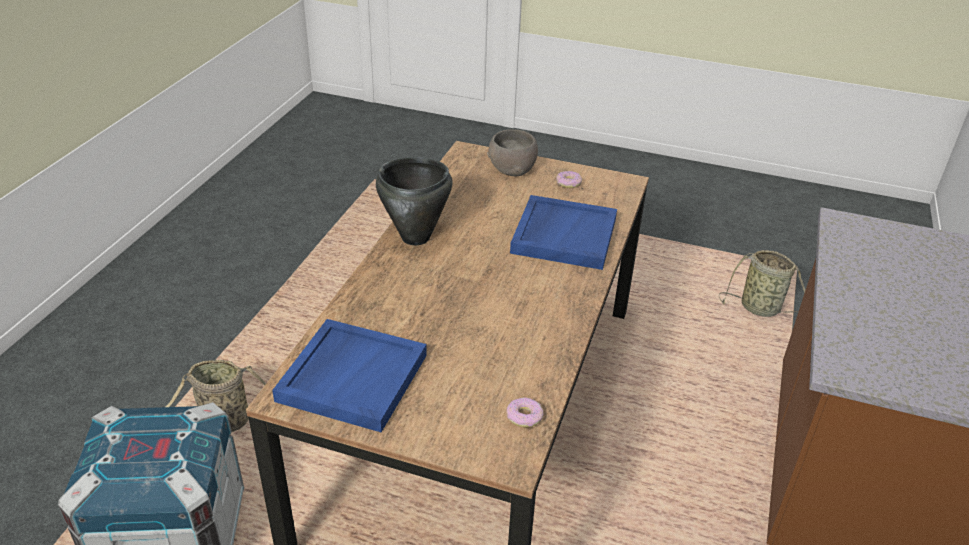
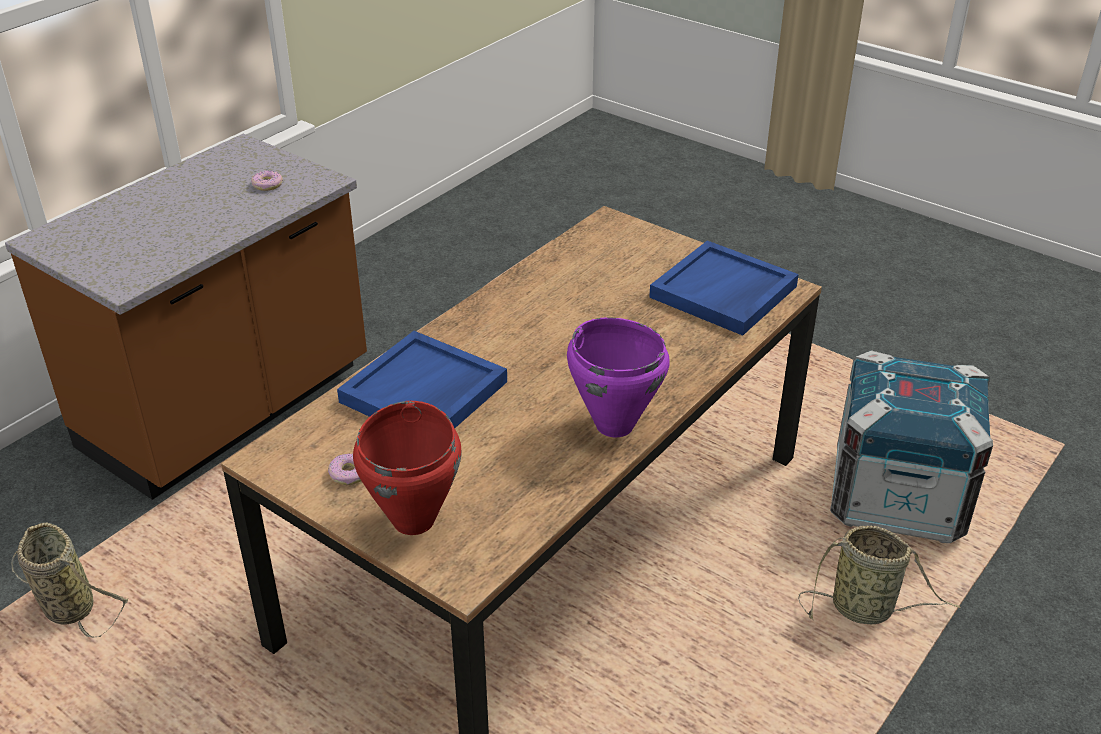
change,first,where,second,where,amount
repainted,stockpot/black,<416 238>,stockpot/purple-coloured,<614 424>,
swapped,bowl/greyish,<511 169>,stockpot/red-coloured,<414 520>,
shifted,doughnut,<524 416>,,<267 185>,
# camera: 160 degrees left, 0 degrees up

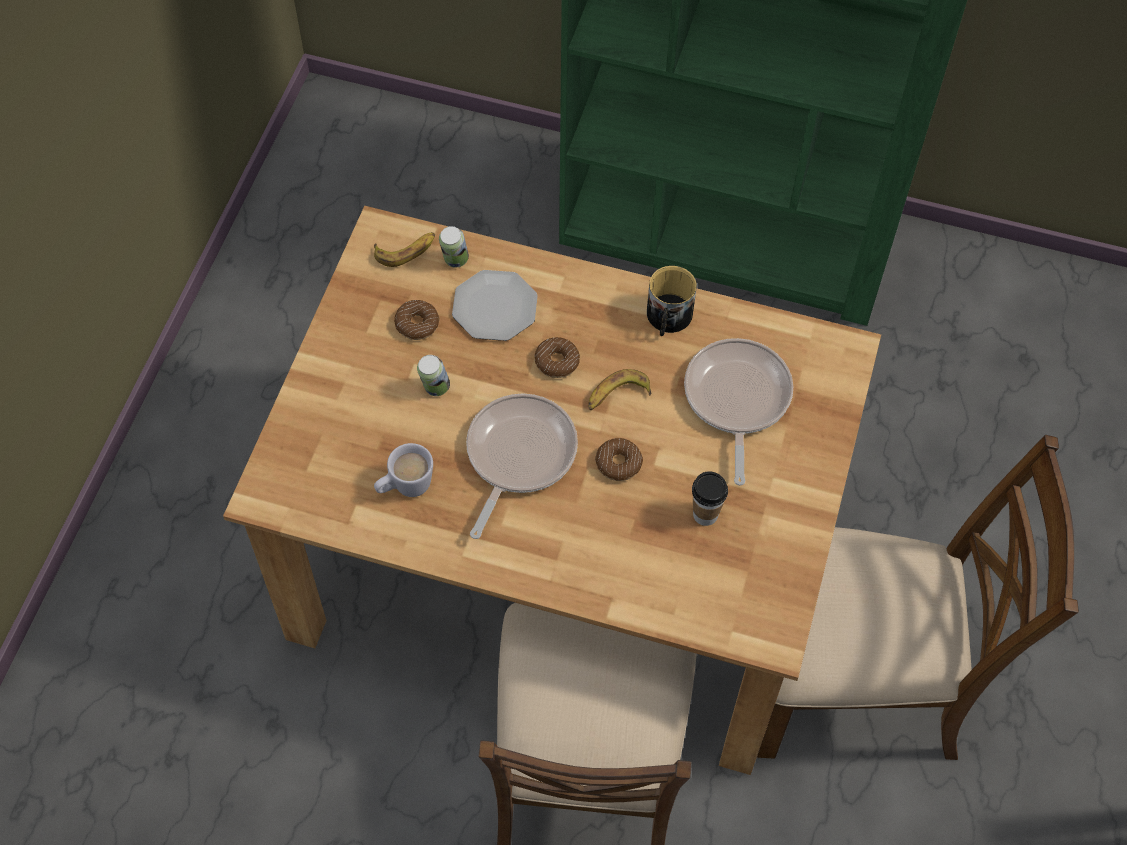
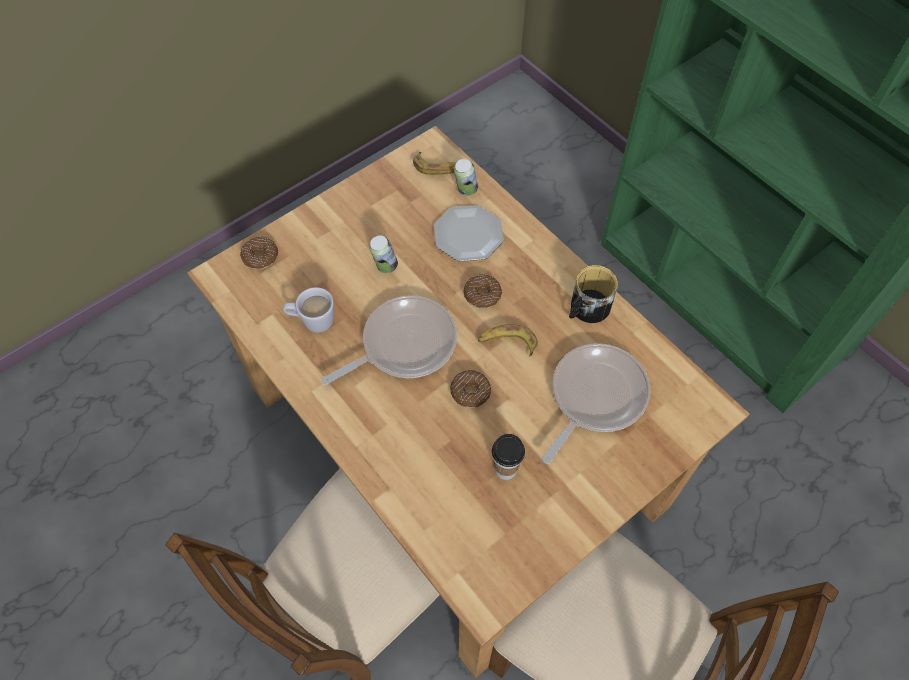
change,first,where,second,where,amount
shifted,doughnut,<417 324>,,<260 257>,
# camera: 35 degrees right, 0 degrees up

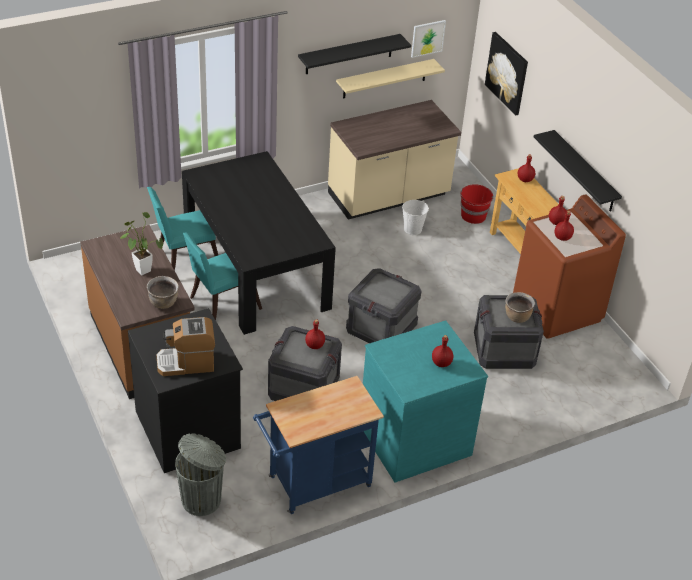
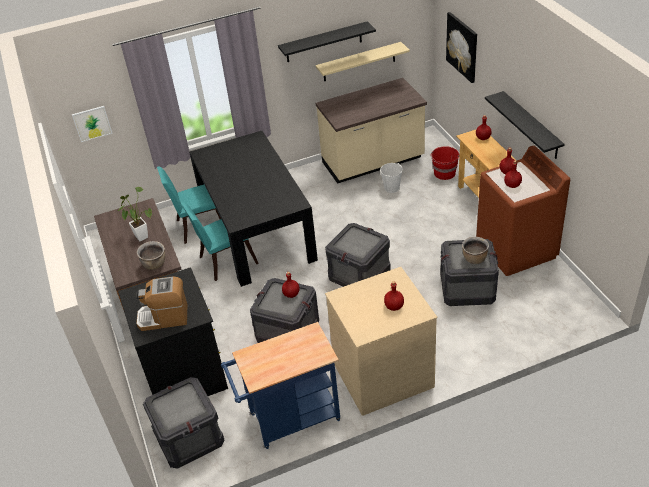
change,first,where,second,where,amount
swapped,rubbish bin/greyish,<202 499>,packing crate,<190 437>,
repainted,chest of drawers/blue-green,<414 439>,chest of drawers/beige,<382 374>,
shifted,wall picture,<427 38>,,<92 123>,
# camera: 10 degrees right, 0 degrees up

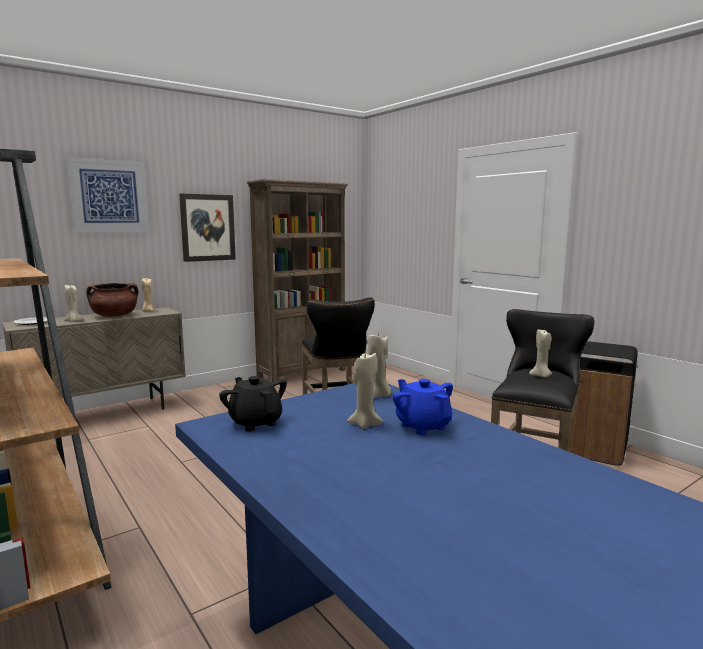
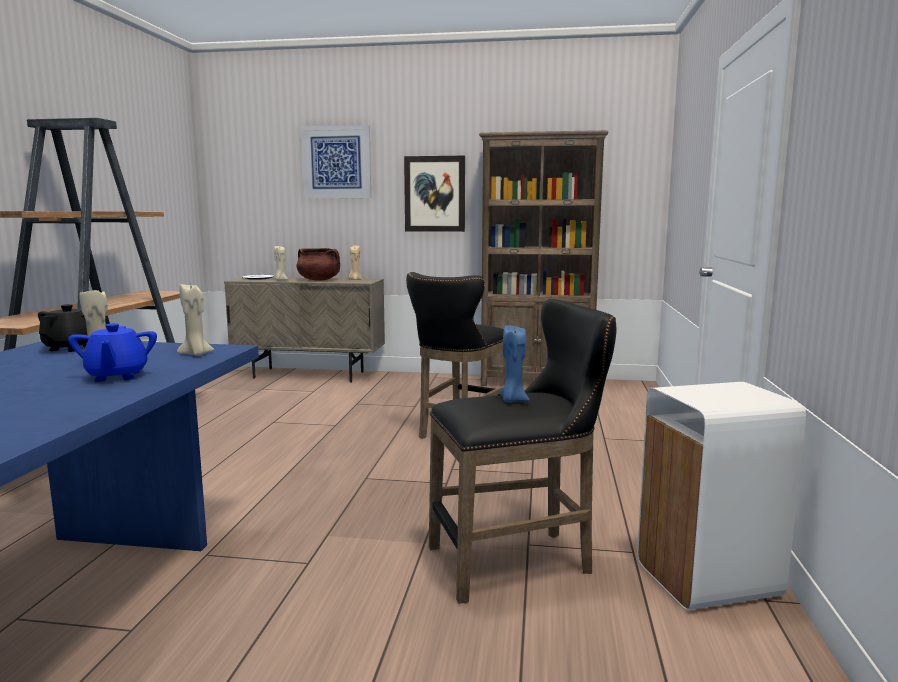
change,first,where,second,where,amount
rotated,pot for tea/blue-coloured,<423 426>,,<117 376>,150 degrees clockwise
repainted,candle/beige,<541 376>,candle/blue-coloured,<512 400>,
repainted,rubbish bin/black,<597 449>,rubbish bin/white-coloured,<708 580>,
# camera: 45 degrees right, 0 degrees up

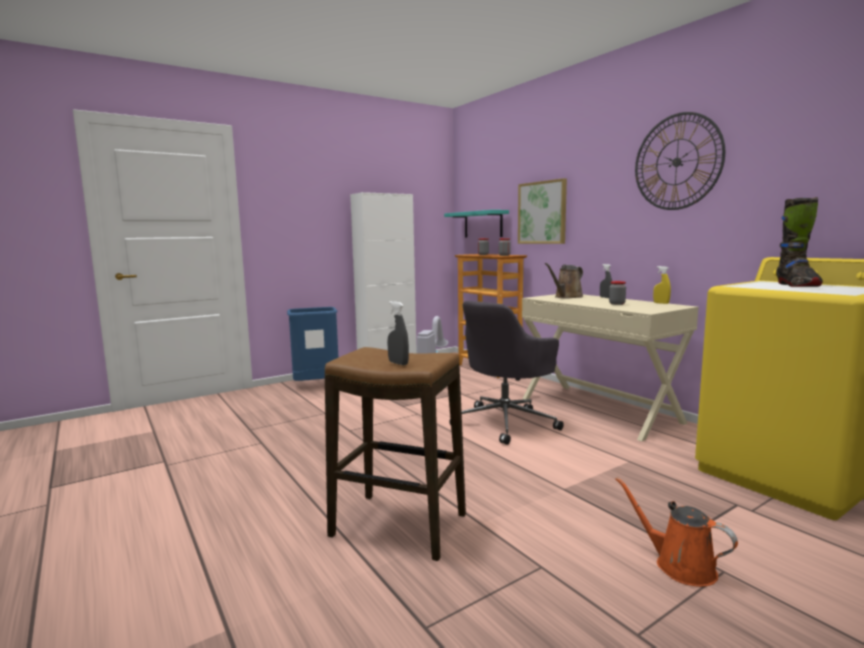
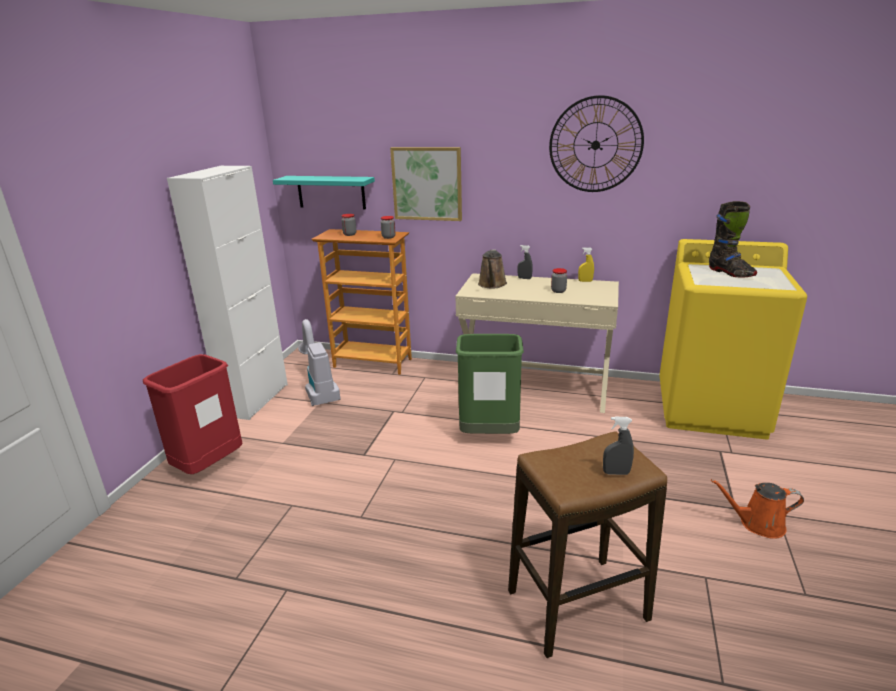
change,first,where,second,where,amount
repainted,rubbish bin/blue-coloured,<316 386>,rubbish bin/red-coloured,<209 466>,
swapped,computer chair/greyish,<506 423>,rubbish bin/greenish,<489 435>,
# camera: 40 degrees left, 15 degrees up

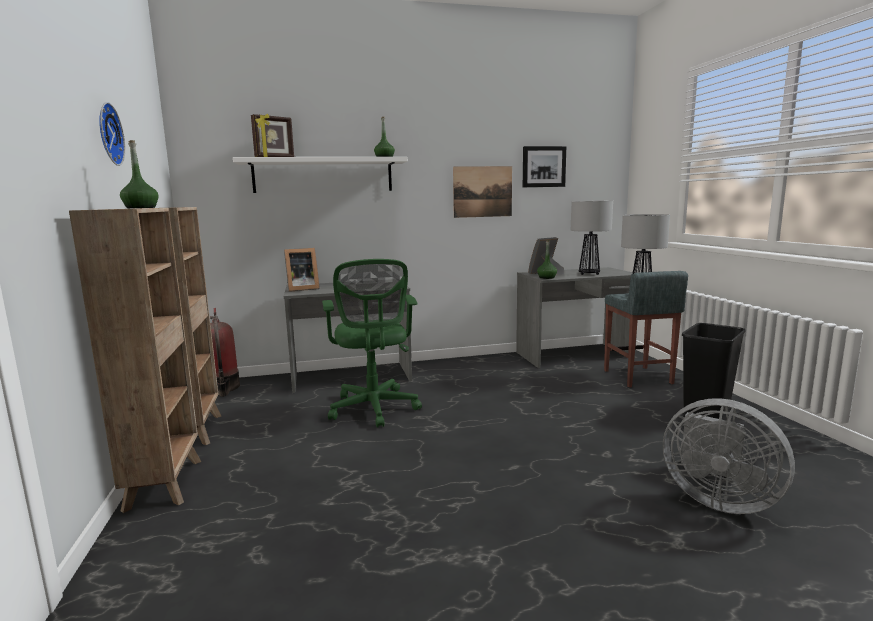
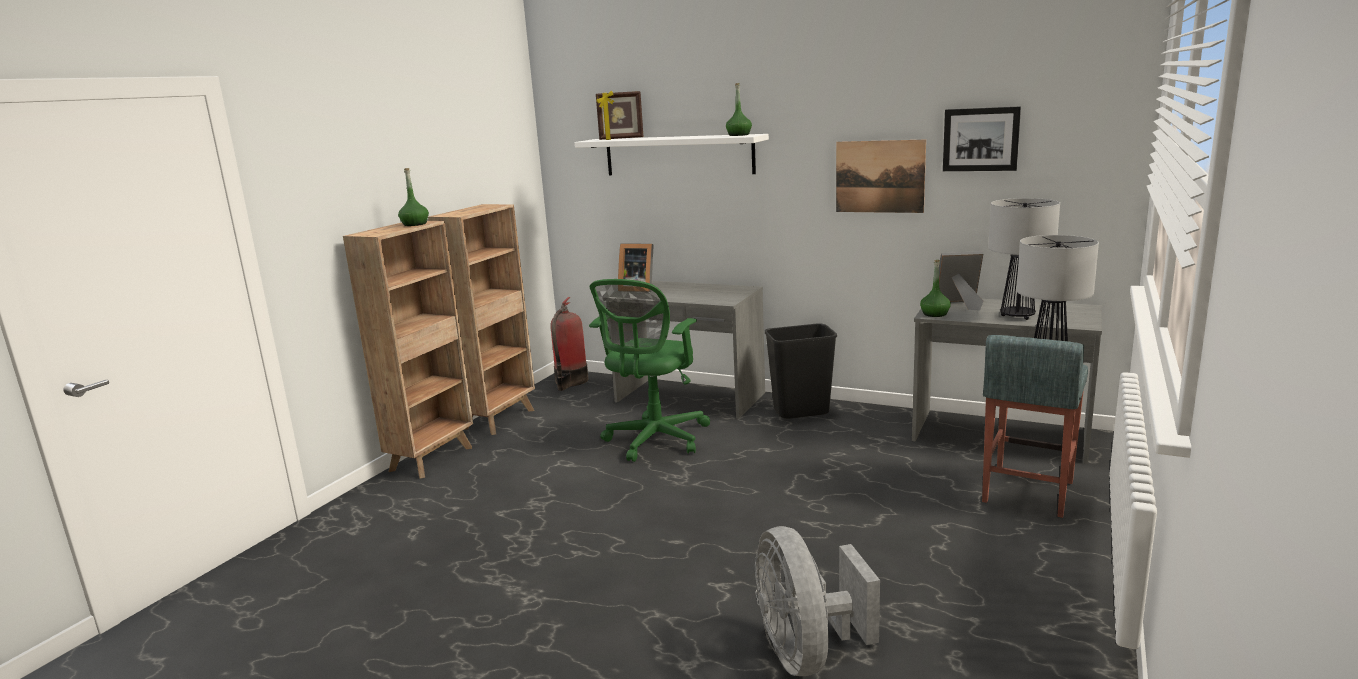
change,first,where,second,where,amount
gone,clock on the wall,<107 134>,,,
shifted,rubbish bin/black,<705 409>,,<801 411>,
# camera: 40 degrees right, 5 degrees up

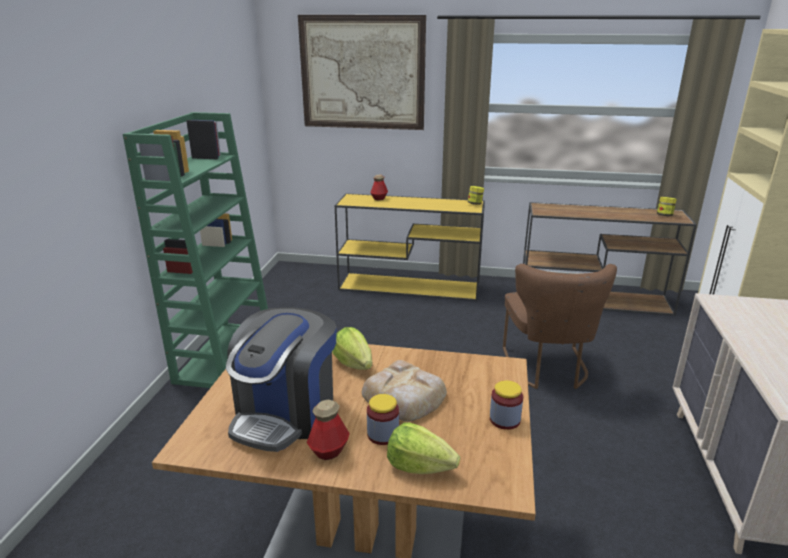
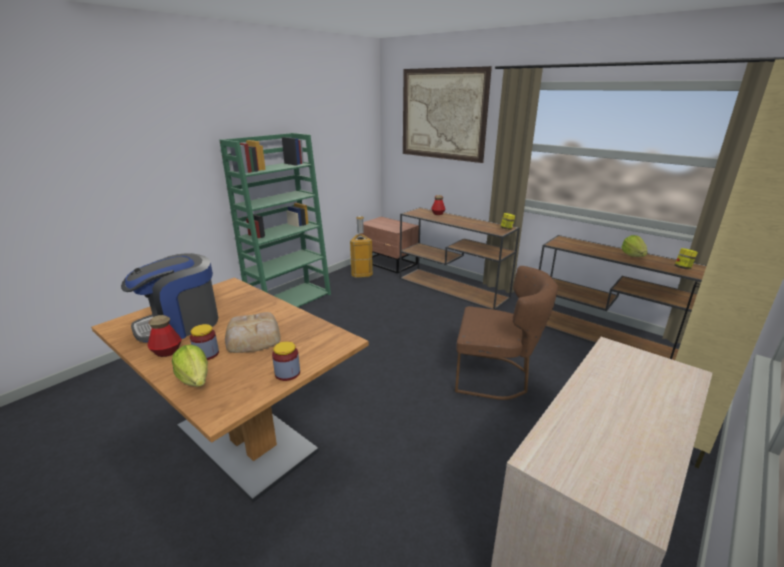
change,first,where,second,where,amount
shifted,head of lettuce,<354 363>,,<633 255>,
repainted,console table/yellowish,<411 286>,console table/brown-coloured,<453 288>,
rotated,chair/brown-coloured,<547 369>,,<496 377>,105 degrees counterclockwise
new,,,rubbish bin,<361 274>,
new,,,night table/brown-coloured,<389 263>,
# camera: 30 degrees right, 0 degrees up

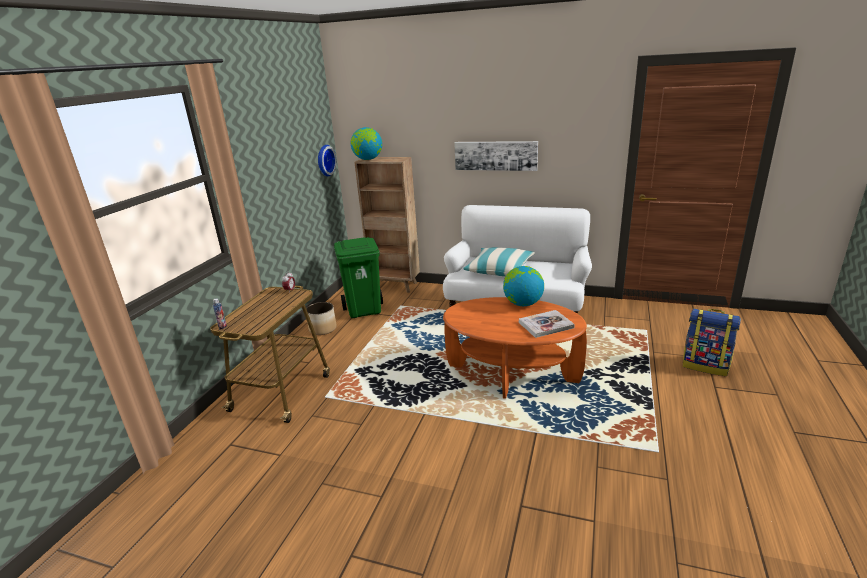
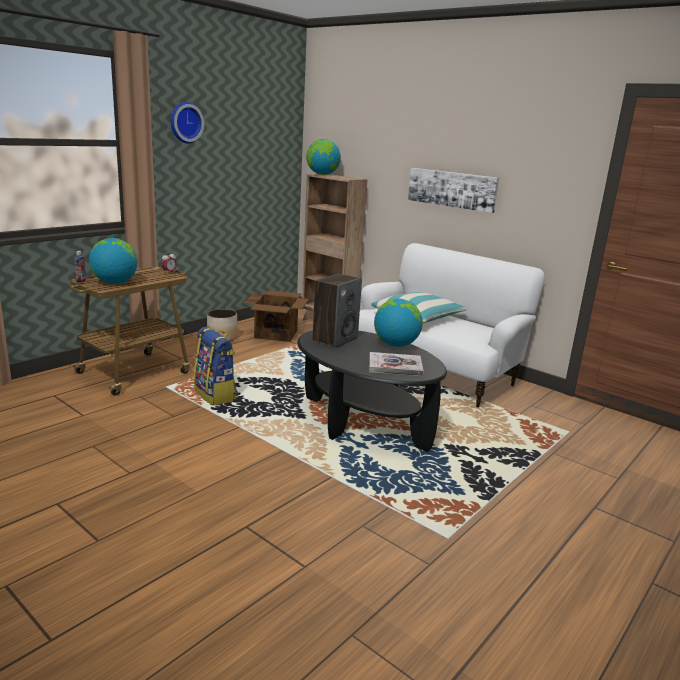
change,first,where,second,where,amount
shifted,clock on the wall,<324 160>,,<185 122>,
swapped,rubbish bin/greenish,<364 310>,packing box,<276 334>,
repainted,lounge table/orangey,<512 374>,lounge table/black,<363 423>,
shifted,backpack,<705 365>,,<216 395>,
new,,,desk globe,<115 283>,
new,,,audio speaker,<335 339>,
# camera: 20 degrees right, 5 degrees down

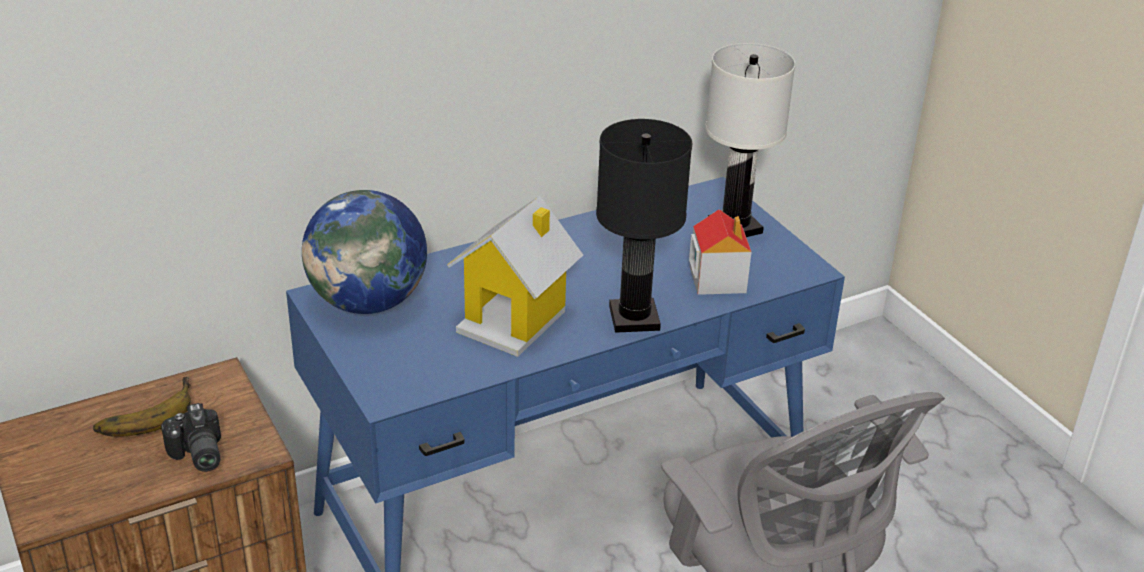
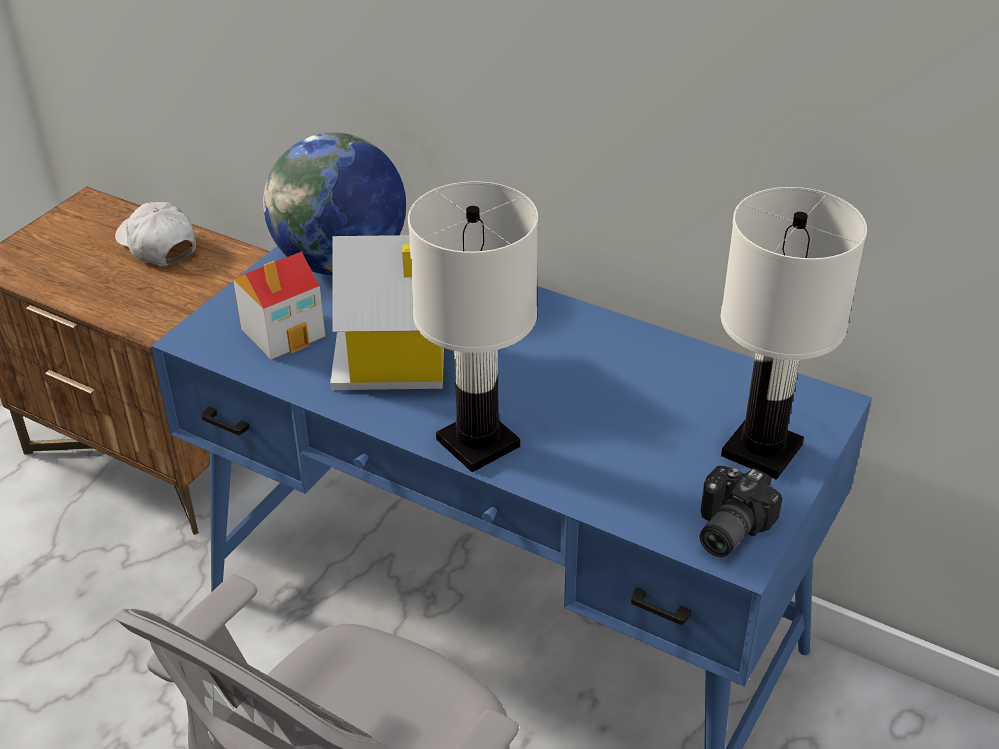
change,first,where,second,where,amount
swapped,whole banana,<144 413>,baseball cap/white-coloured,<157 245>,
shifted,still camera,<196 455>,,<725 528>,
repainted,lamp for a table/black,<633 317>,lamp for a table/white-coloured,<478 442>,
shifted,model house,<717 279>,,<284 332>,
# camera: 60 degrees right, 5 degrees up

